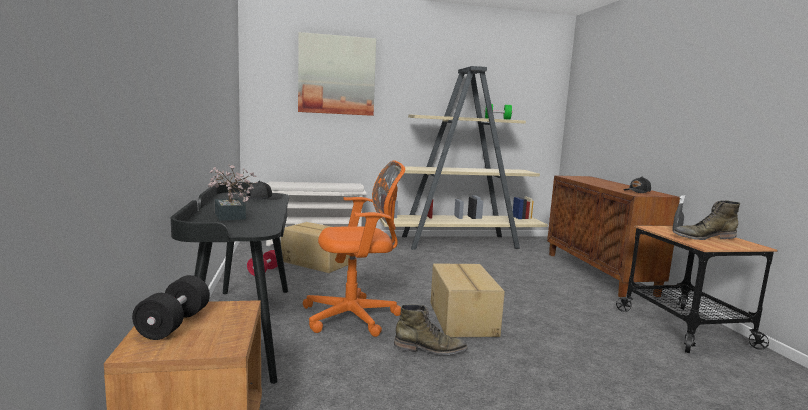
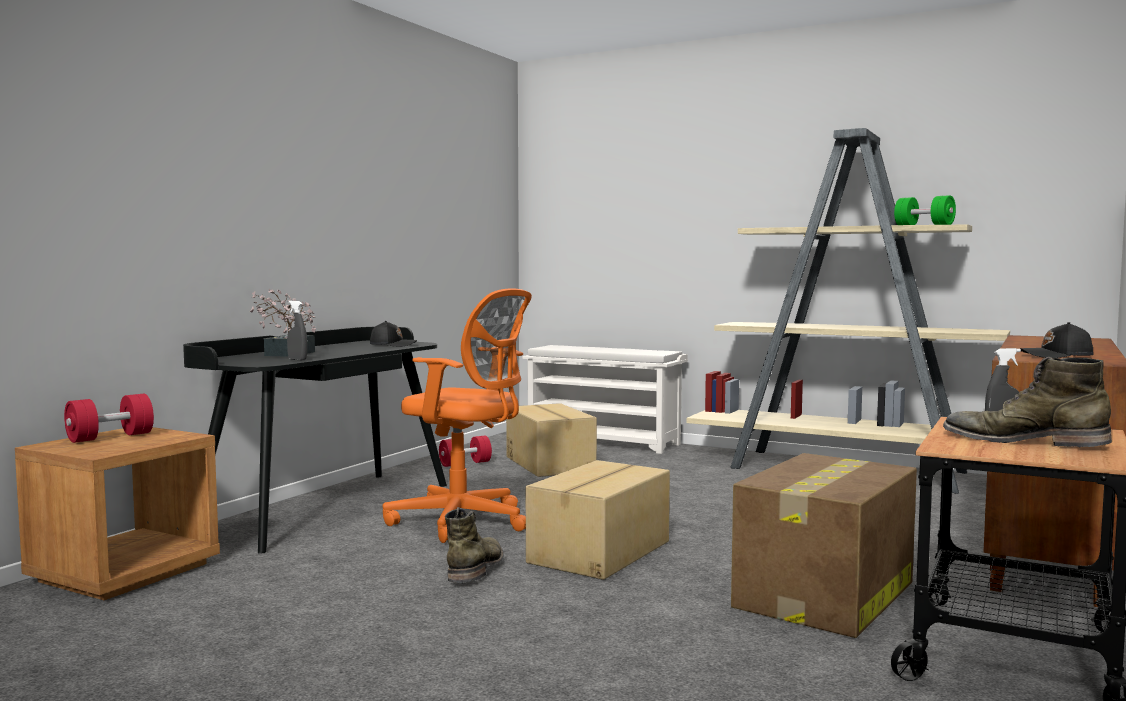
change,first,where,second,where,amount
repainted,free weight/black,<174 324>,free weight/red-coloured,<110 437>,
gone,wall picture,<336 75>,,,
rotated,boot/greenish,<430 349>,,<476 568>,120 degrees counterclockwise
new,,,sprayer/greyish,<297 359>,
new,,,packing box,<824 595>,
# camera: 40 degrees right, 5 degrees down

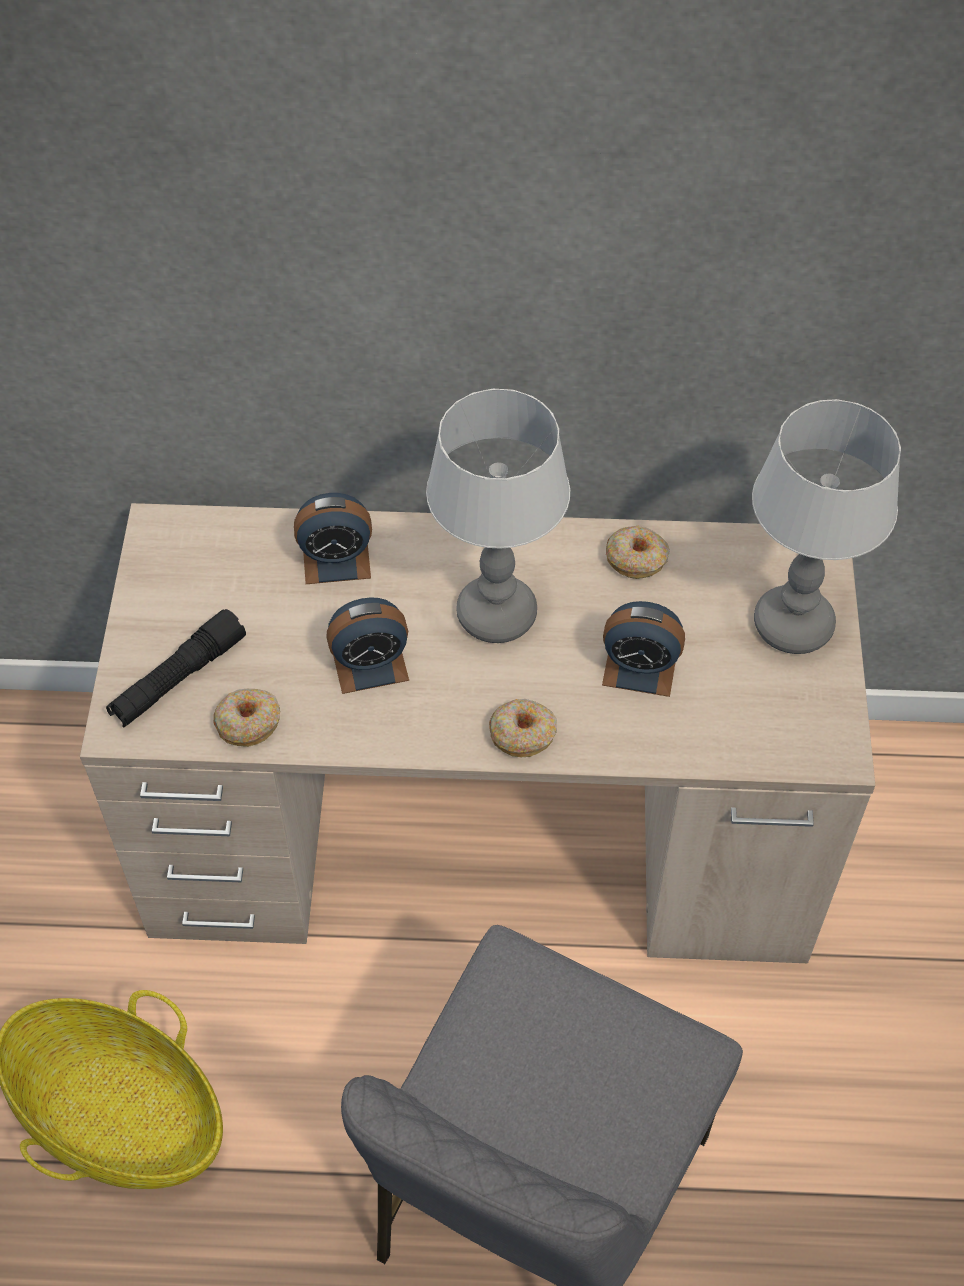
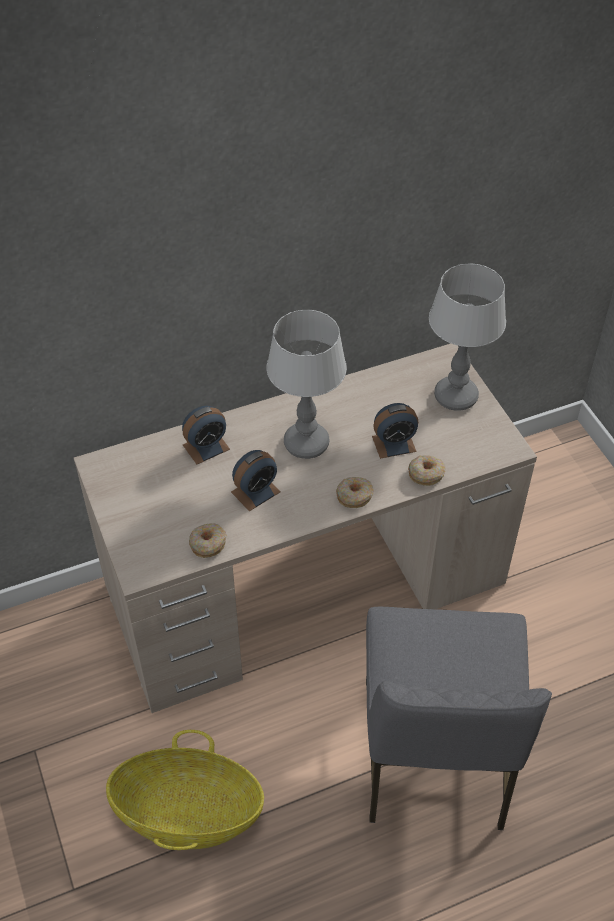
change,first,where,second,where,amount
gone,torch/black,<178 678>,,,
shifted,doughnut,<636 558>,,<426 474>,
# camera: 25 degrees left, 5 degrees down

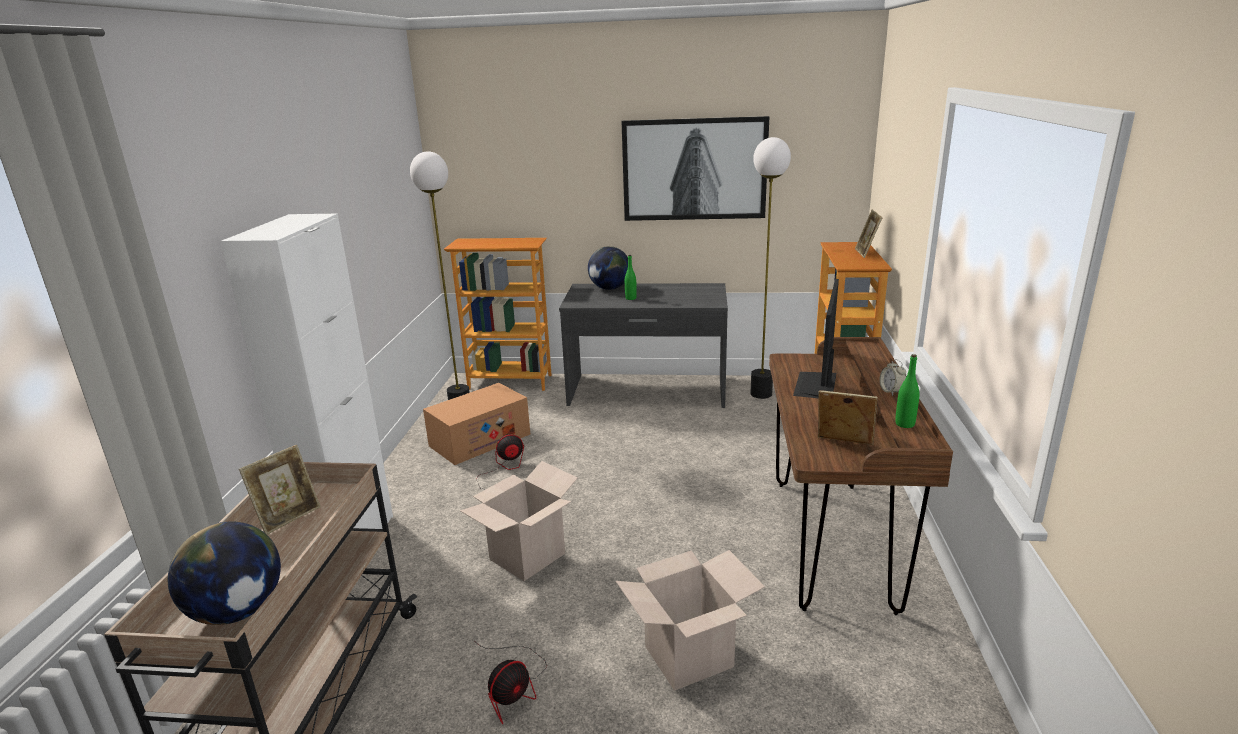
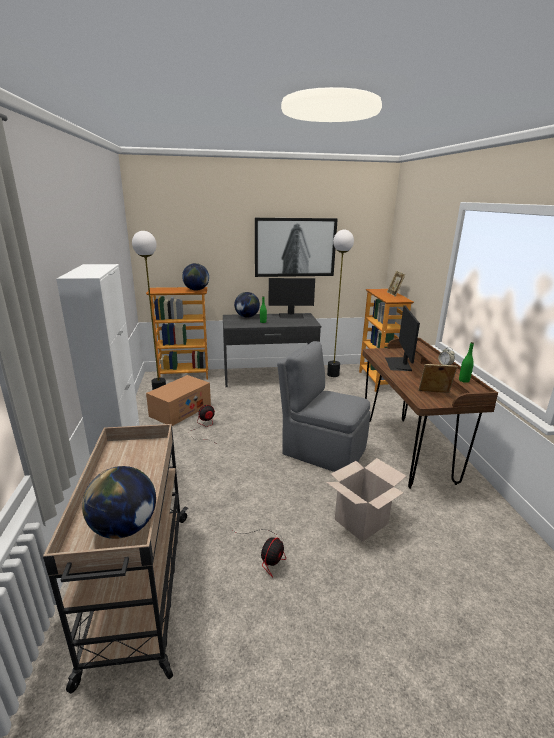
change,first,where,second,where,amount
gone,standing frame,<288 517>,,,
gone,packing box,<527 556>,,,
new,,,desk globe,<196 290>,
new,,,computer screen,<291 316>,
new,,,chair/greyish,<322 450>,
# camera: 15 degrees left, 0 degrees up

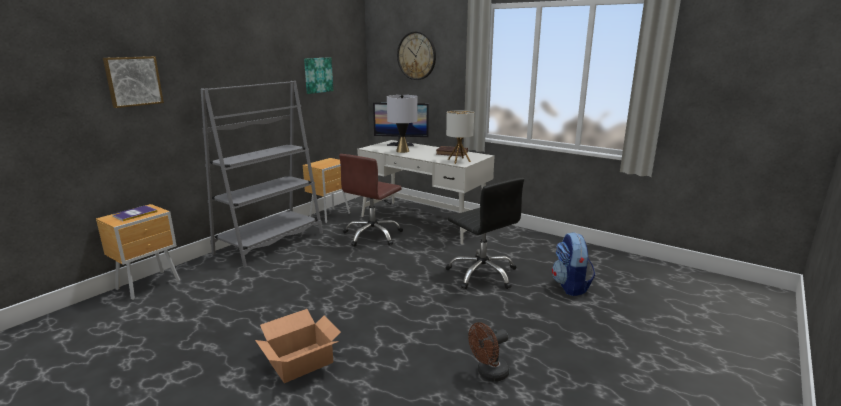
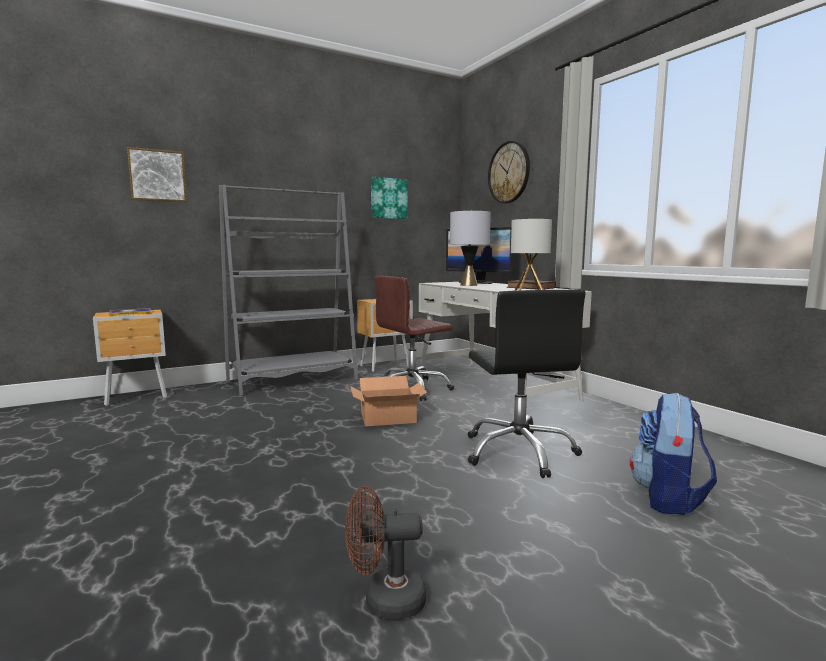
change,first,where,second,where,amount
shifted,packing box,<302 362>,,<388 418>,
# camera: 25 degrees right, 10 degrees down

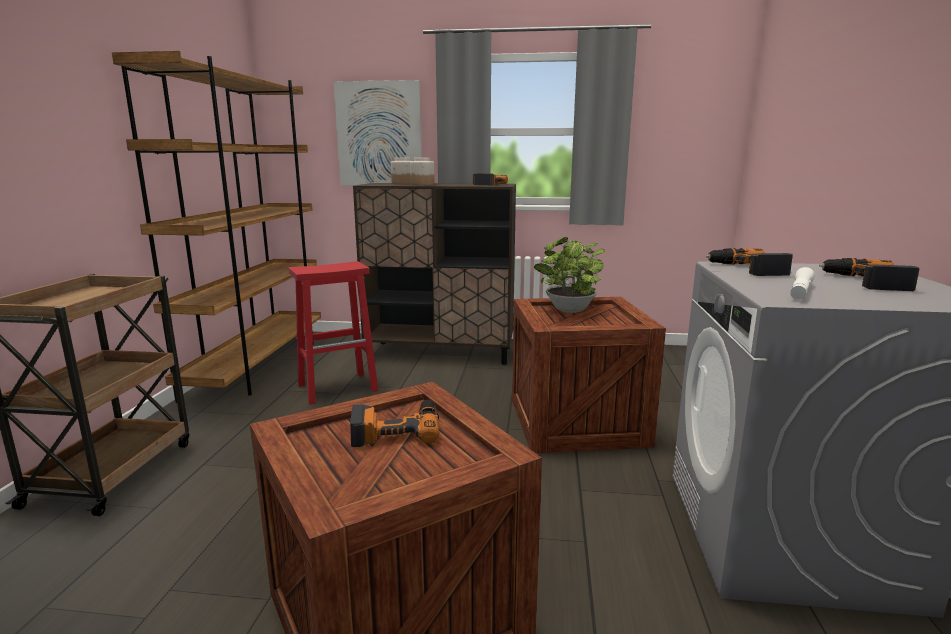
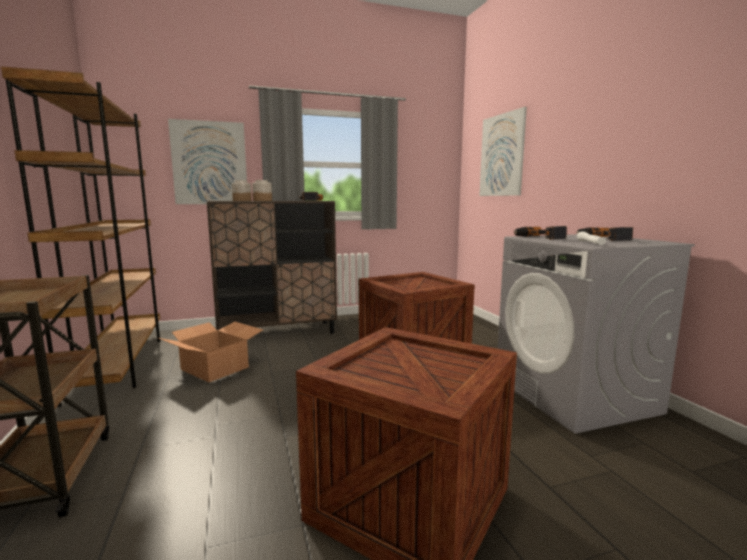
change,first,where,second,where,amount
swapped,stool/red-coloured,<338 387>,packing box,<215 368>,
gone,drill,<396 430>,,,
gone,houseplant,<568 311>,,,
new,,,wall picture,<501 155>,
# camera: 25 degrees left, 5 degrees down

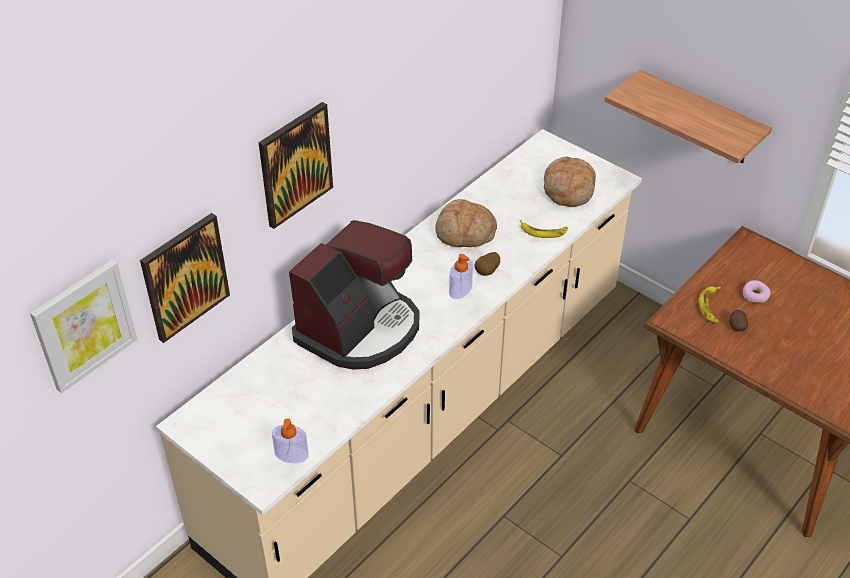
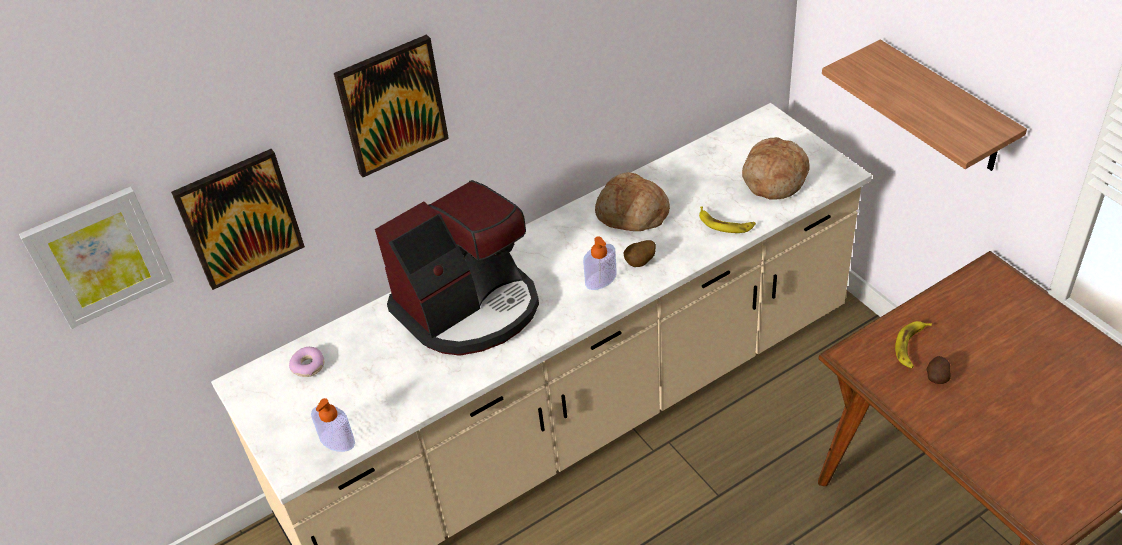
change,first,where,second,where,amount
shifted,doughnut,<755 295>,,<308 366>,
# camera: 20 degrees right, 0 degrees up

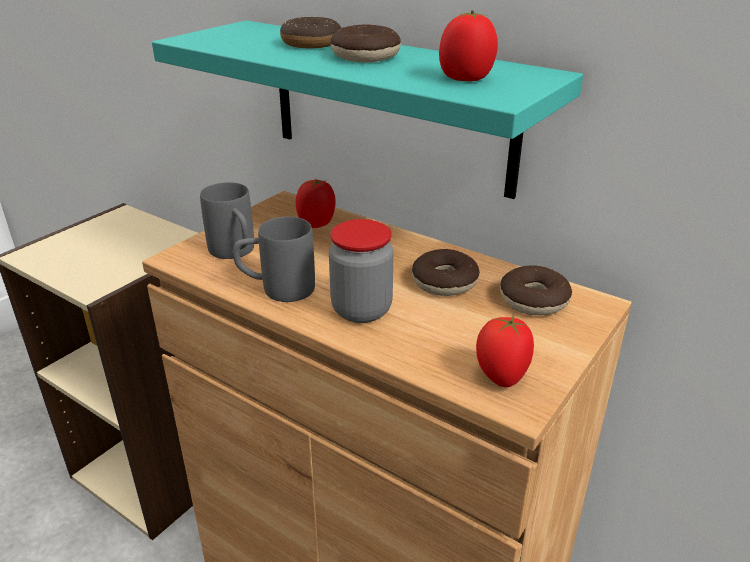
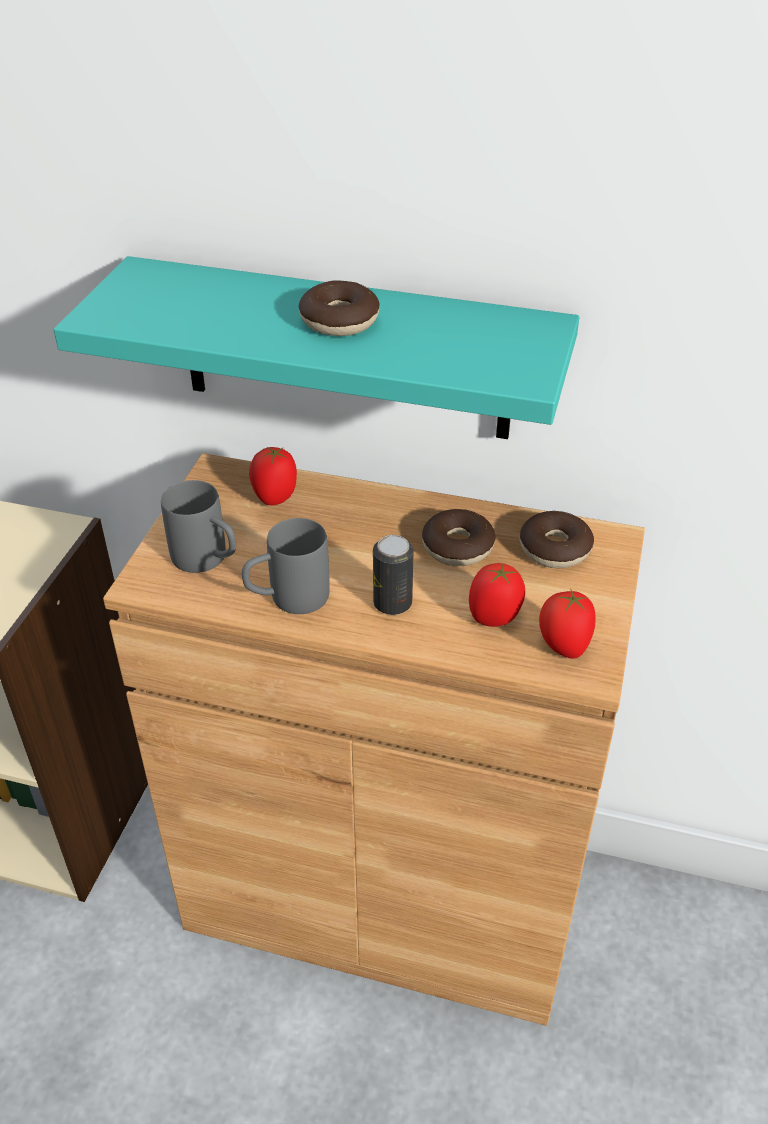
change,first,where,second,where,amount
gone,doughnut,<311 43>,,,
swapped,jar,<361 310>,can,<392 603>,
shifted,fresh tomato,<466 79>,,<495 617>,
# camera: 20 degrees left, 10 degrees up

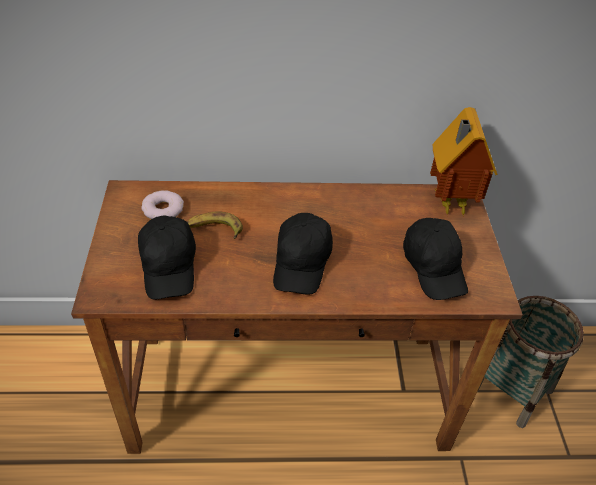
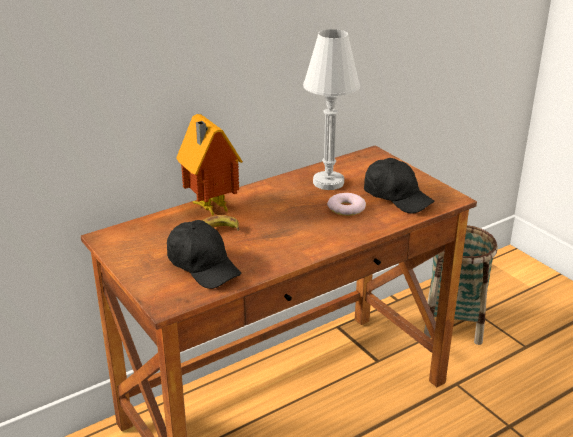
change,first,where,second,where,amount
shifted,doughnut,<162 209>,,<346 208>,
gone,baseball cap/black,<302 263>,,,
shifted,model house,<449 203>,,<209 208>,
new,,,lamp for a table/white-coloured,<328 182>,
# camera: 30 degrees left, 15 degrees down

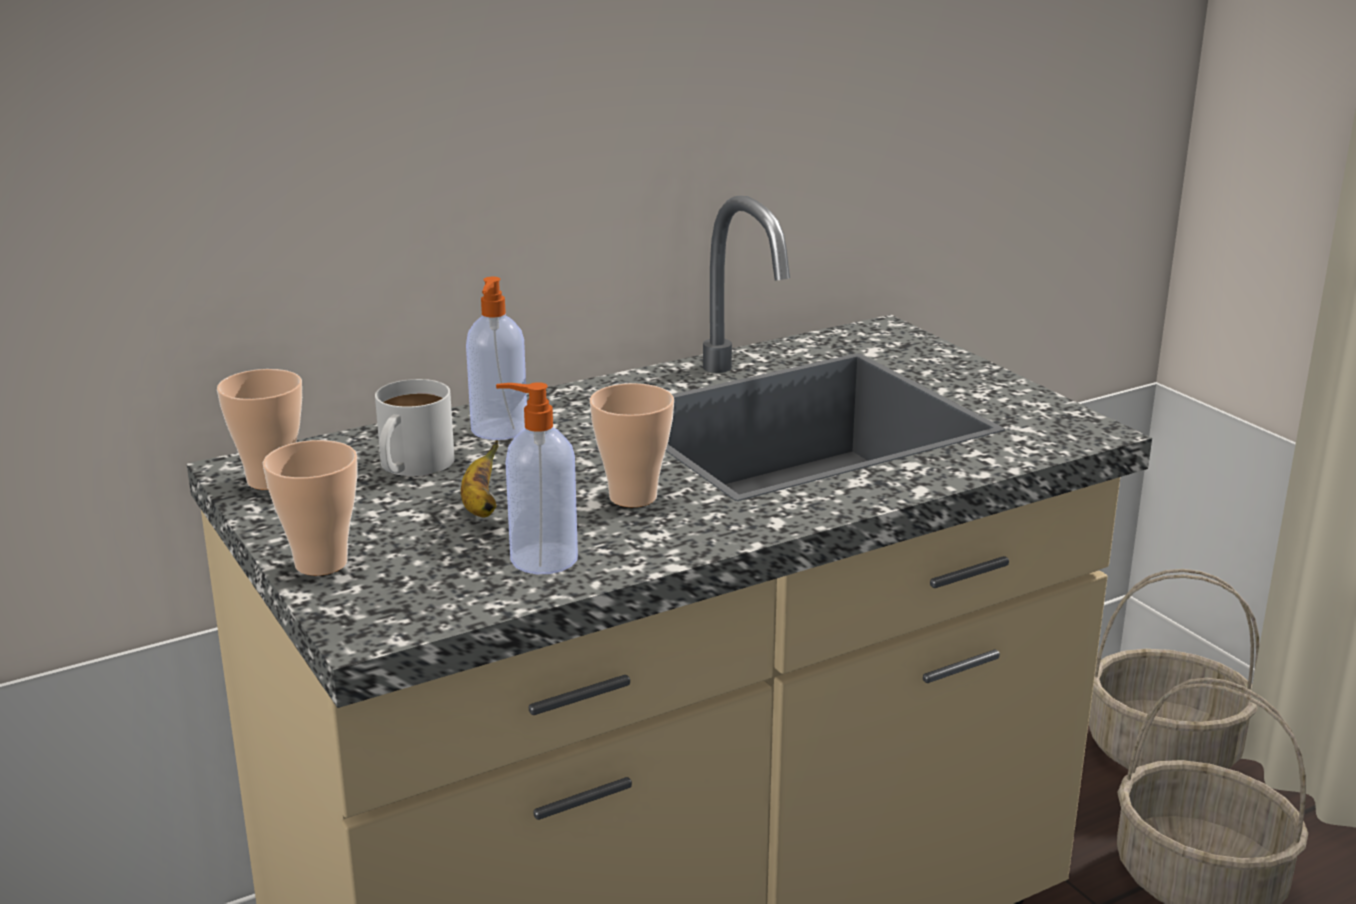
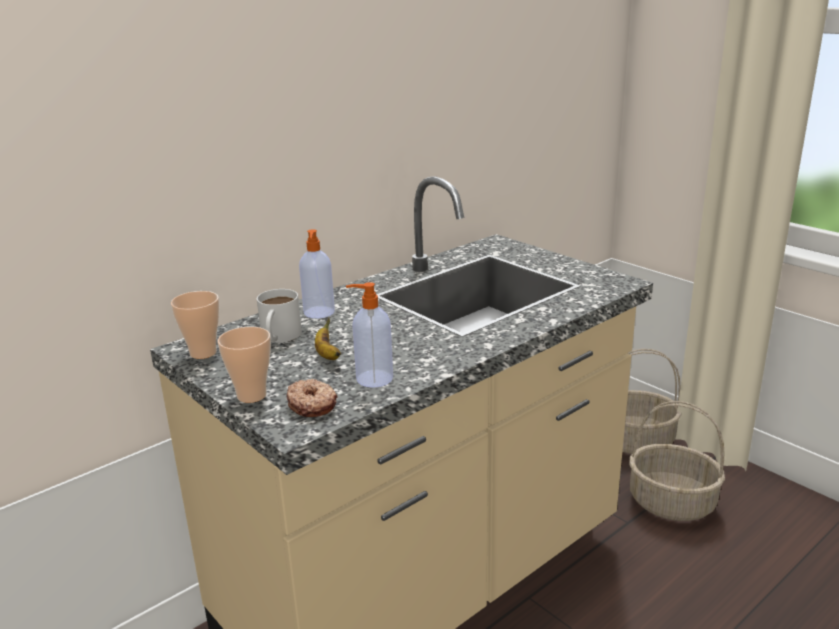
change,first,where,second,where,amount
gone,cup,<633 497>,,,
new,,,doughnut,<312 405>,
# camera: 10 degrees left, 0 degrees up

